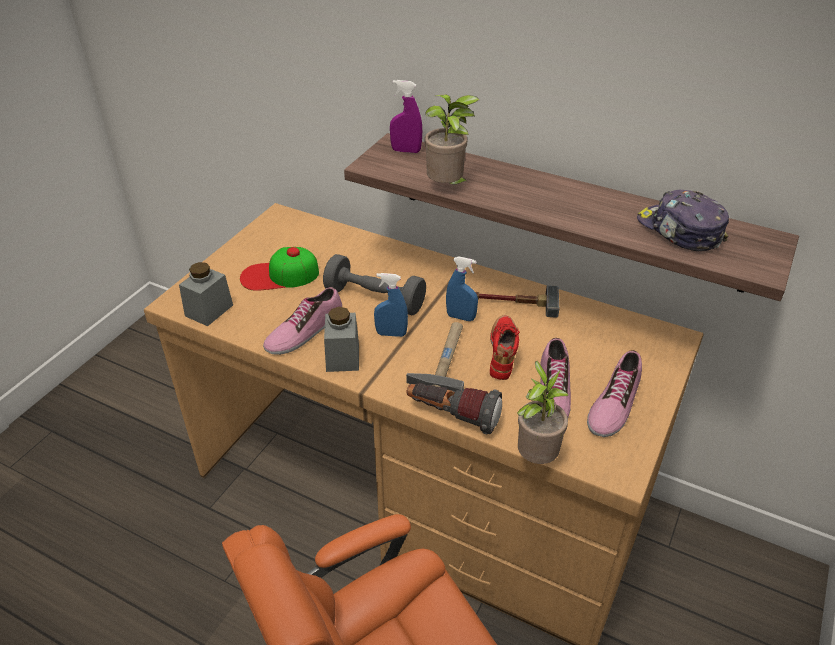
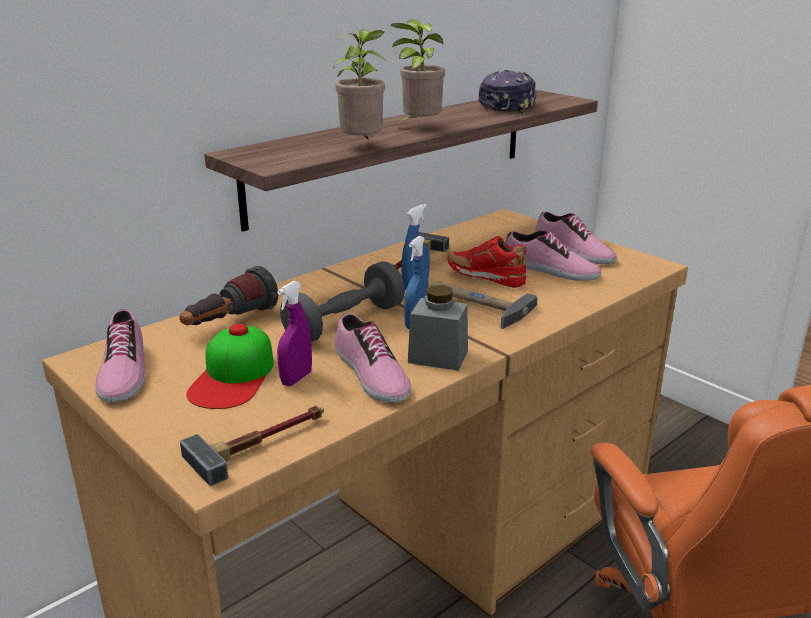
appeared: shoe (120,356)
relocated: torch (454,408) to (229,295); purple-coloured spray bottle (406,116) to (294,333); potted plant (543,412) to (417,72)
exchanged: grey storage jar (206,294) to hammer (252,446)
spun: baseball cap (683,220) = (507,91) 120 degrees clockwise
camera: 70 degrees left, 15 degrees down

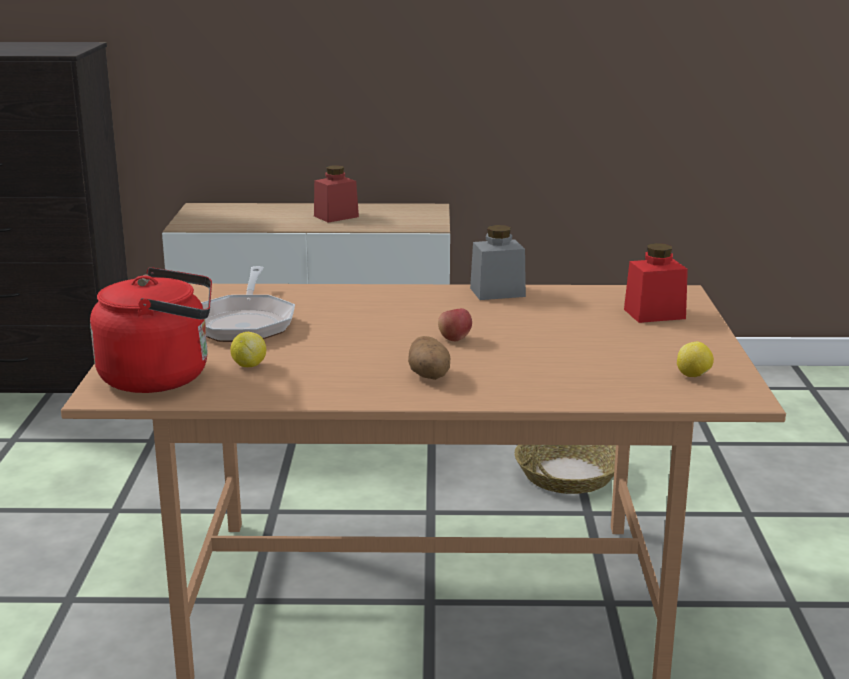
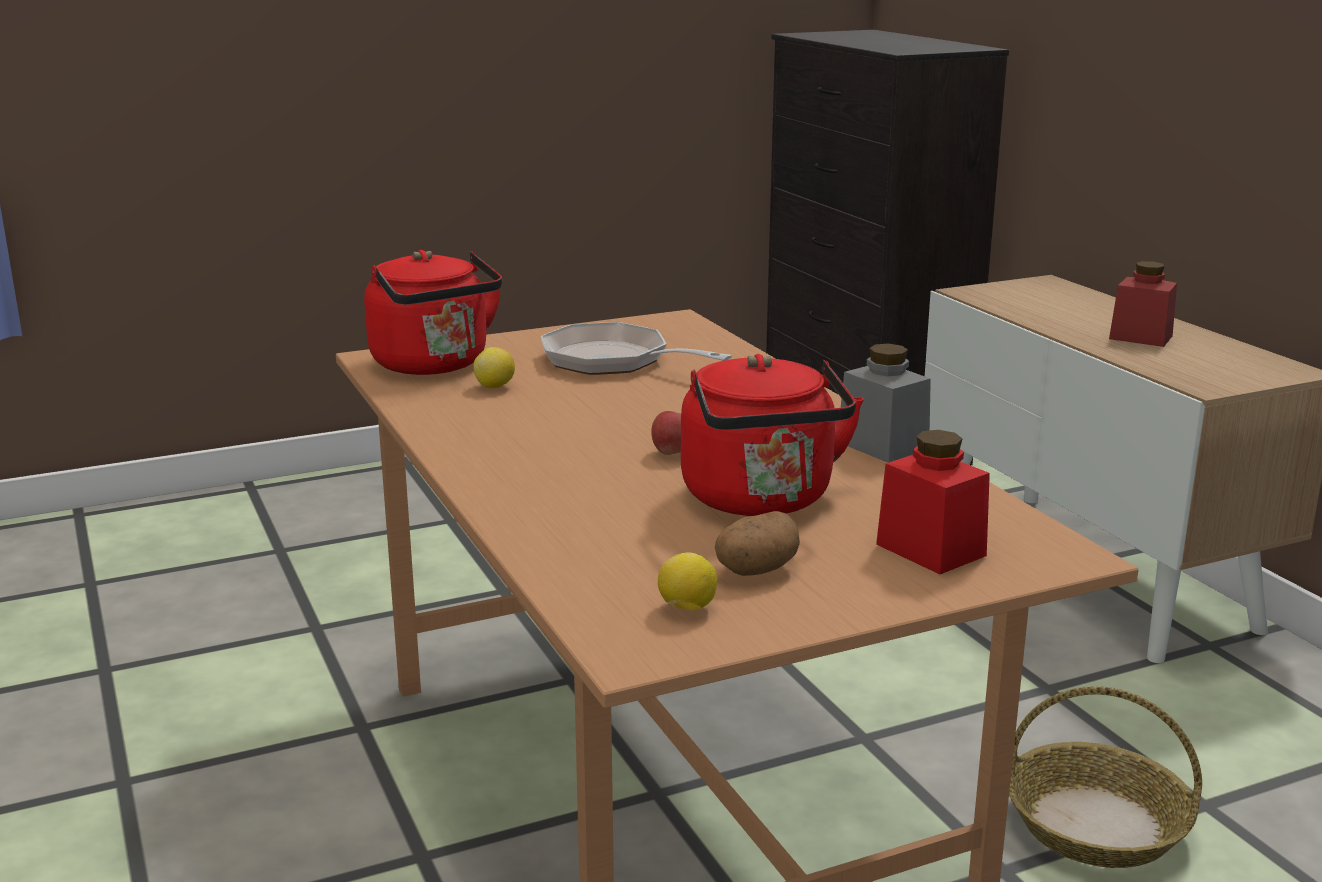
appeared: reddish kettle (772,435)
relocated: whole potato (429,358) to (757,543)
spun: frying pan (248,304) = (636,348) 60 degrees clockwise
camera: 65 degrees right, 0 degrees up

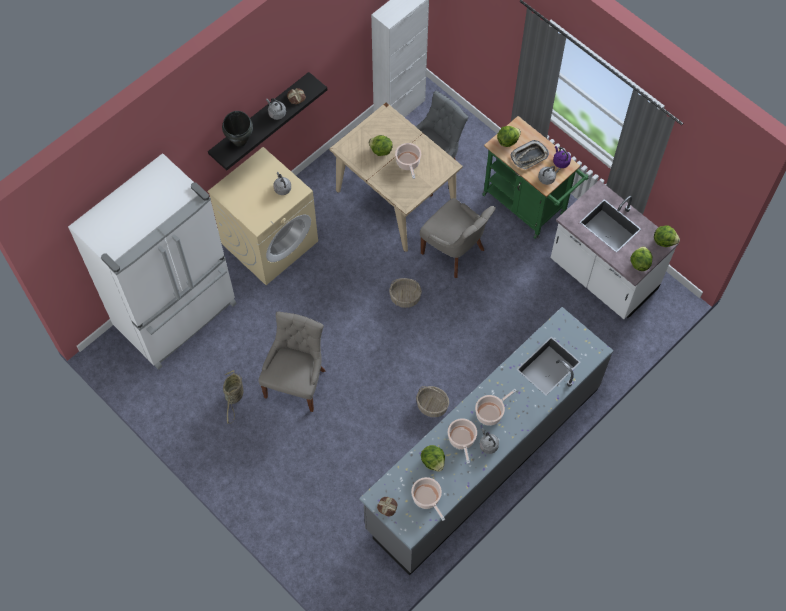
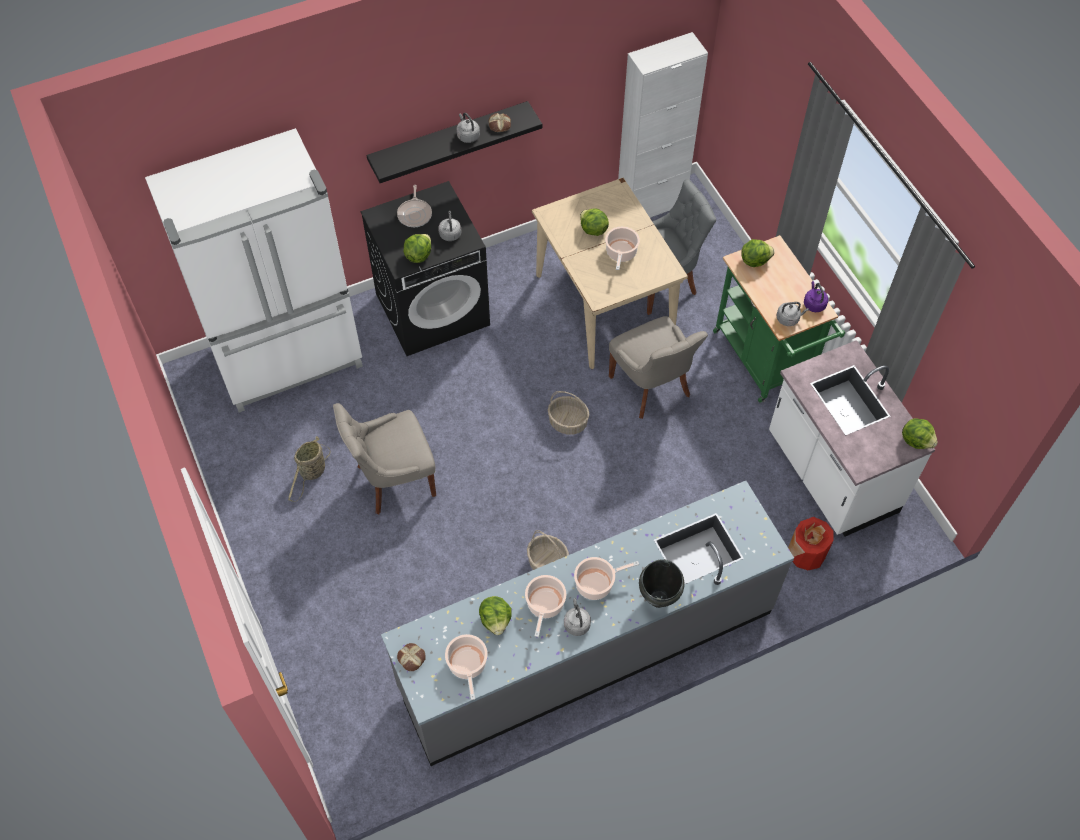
missing: tray (529,155)
appeared: frying pan (414,206); reddish flower vase (811,543)
relocated: lettuce (641,258) to (417,248); black stockpot (237,129) to (662,583)
colour: beige laundry appliance (262,216) to black laundry appliance (425,268)
spun: grey chair (291,362) = (384,458) 150 degrees counterclockwise
camera: 20 degrees right, 5 degrees down

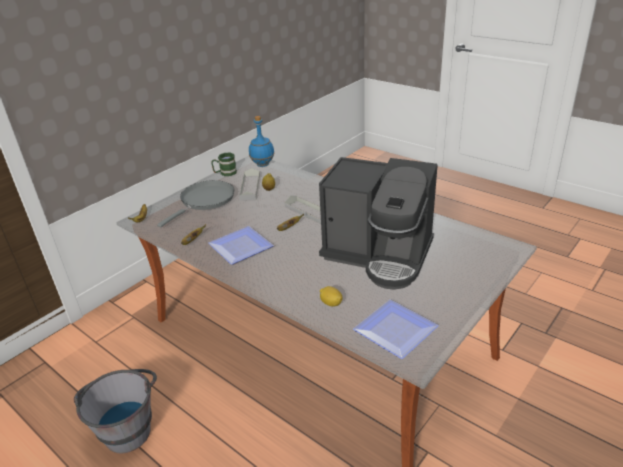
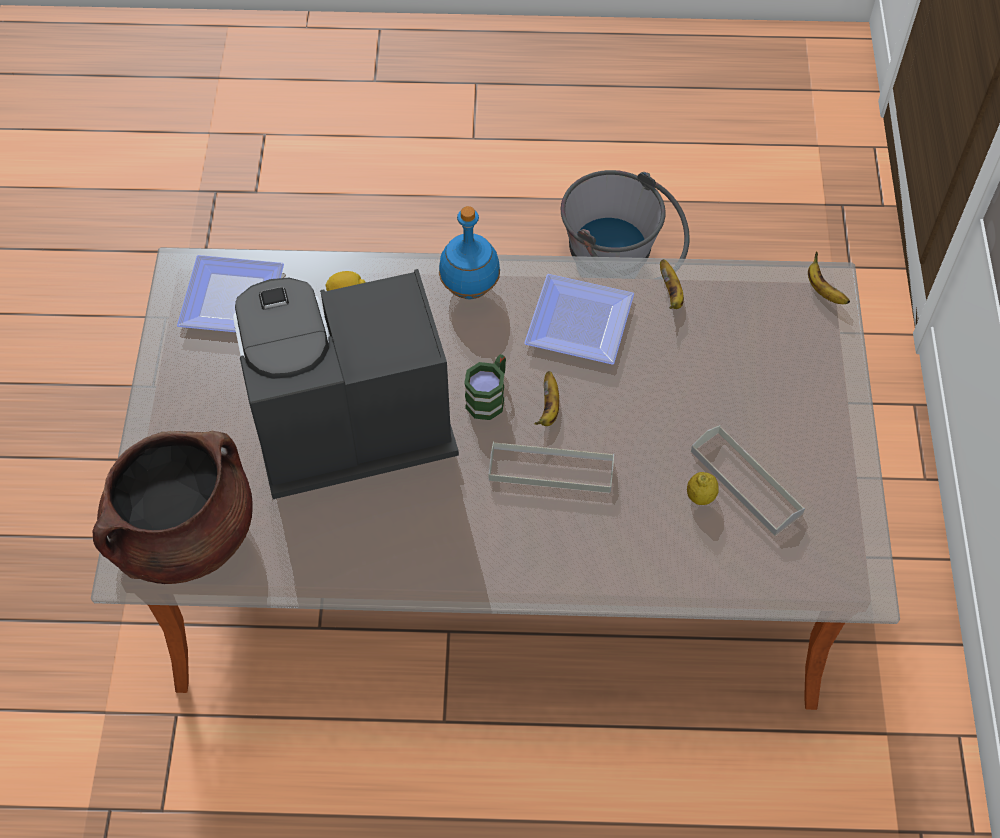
missing: grey frying pan (195,203)
appeared: brown stockpot (173,507)
relocated: bluish drink bottle (262,141) to (469,253); greenish tea mug (224,164) to (485,387)
camera: 140 degrees right, 25 degrees up

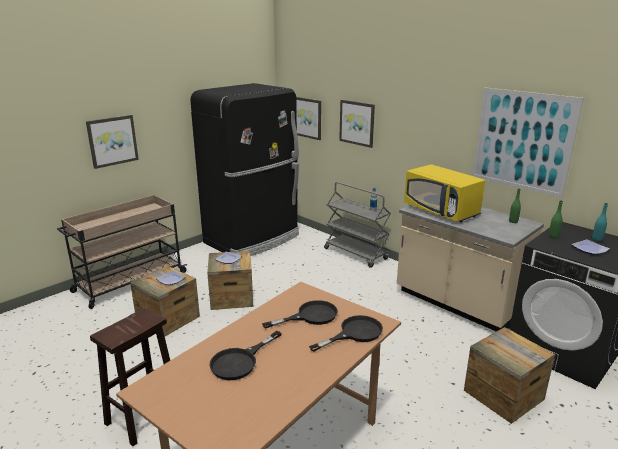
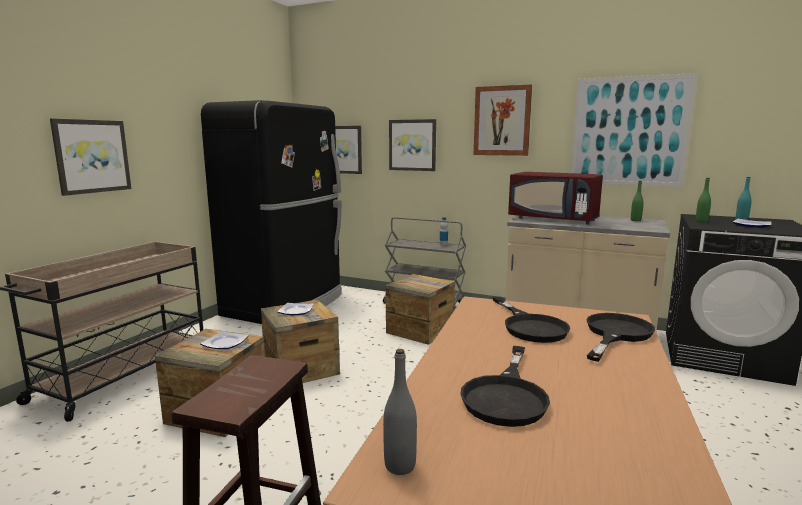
appeared: grey drink bottle (400,412); wall art (503,120)
relocated: shipping crate (509,375) to (420,309)
colour: yellowish microwave (444,193) to reddish microwave (555,198)
spun: black frying pan (300,314) = (531,320) 120 degrees clockwise
camera: 20 degrees left, 10 degrees down

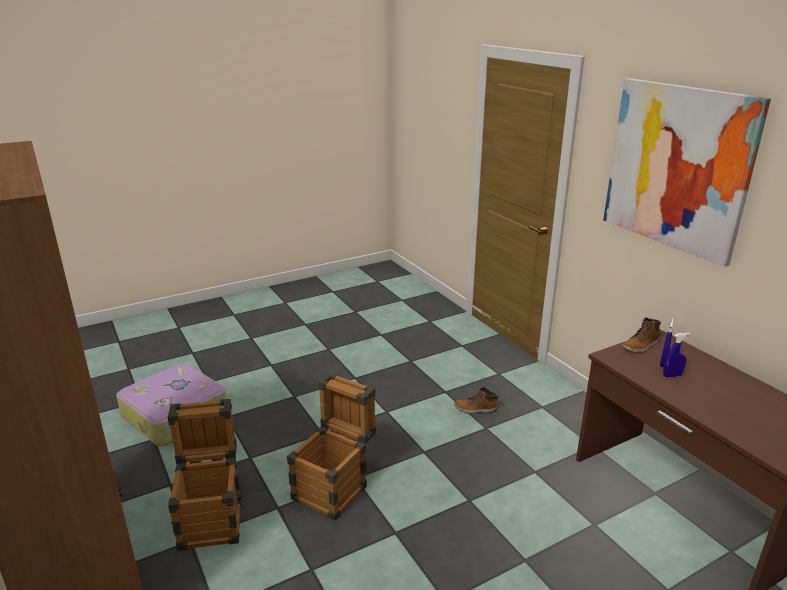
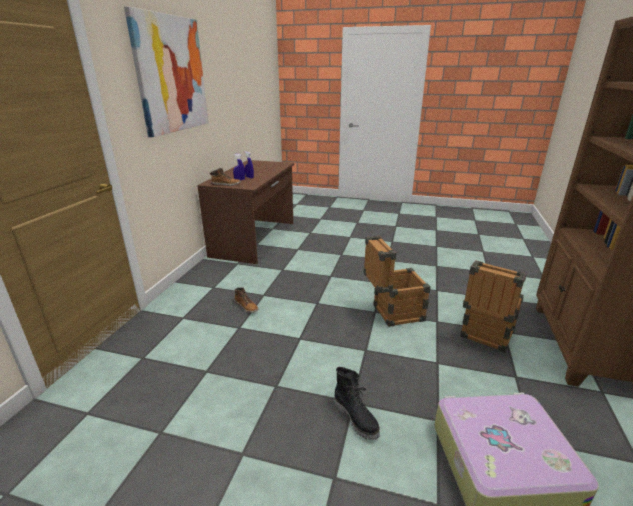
appeared: black tall boot (357,403)
camera: 135 degrees left, 0 degrees up

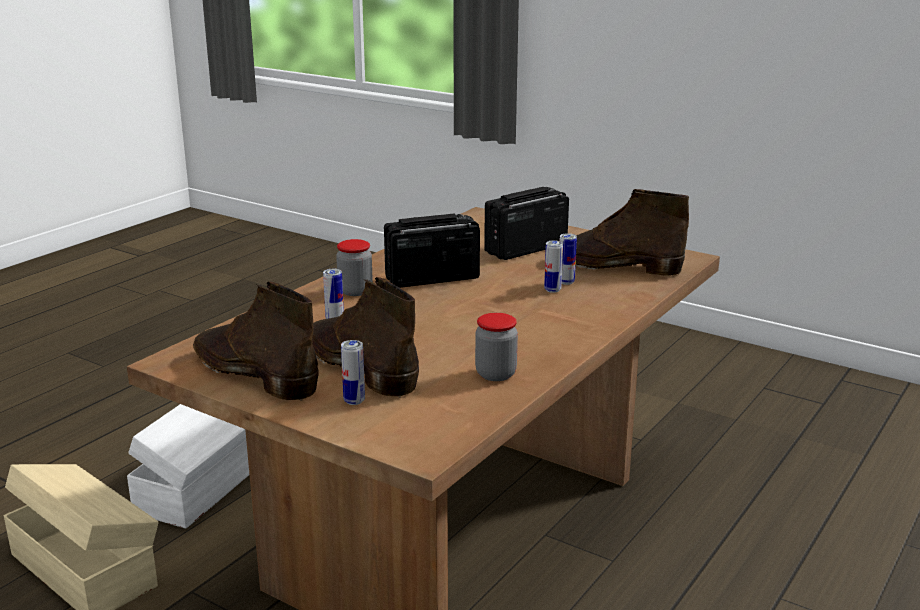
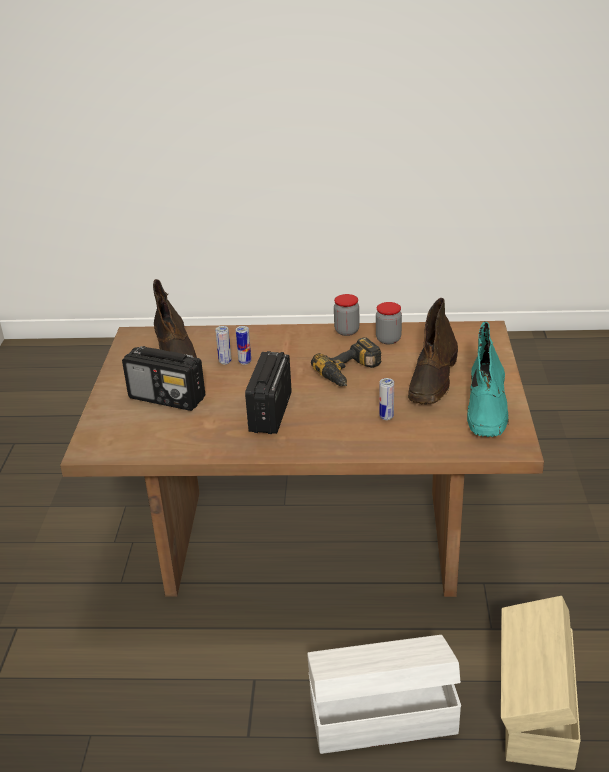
missing: metal can (353,372)
appeared: drill (346,361)
relocated: storage jar (354,267) to (346,315)
colour: brown tall boot (256,341) to turquoise-coloured tall boot (488,379)
spun: radio receiver (432,251) = (268,392) 60 degrees clockwise
camera: 120 degrees left, 10 degrees up

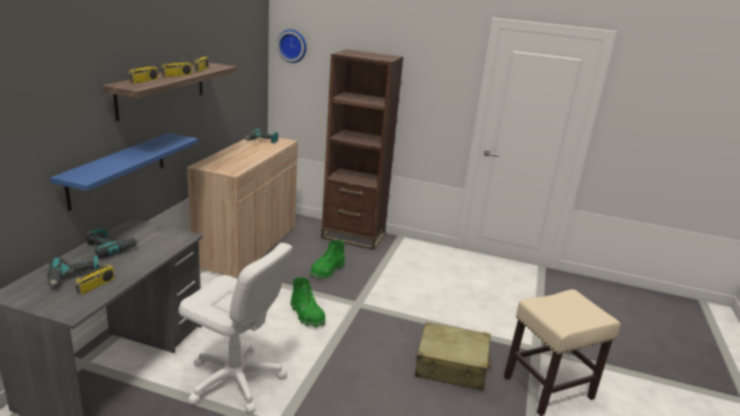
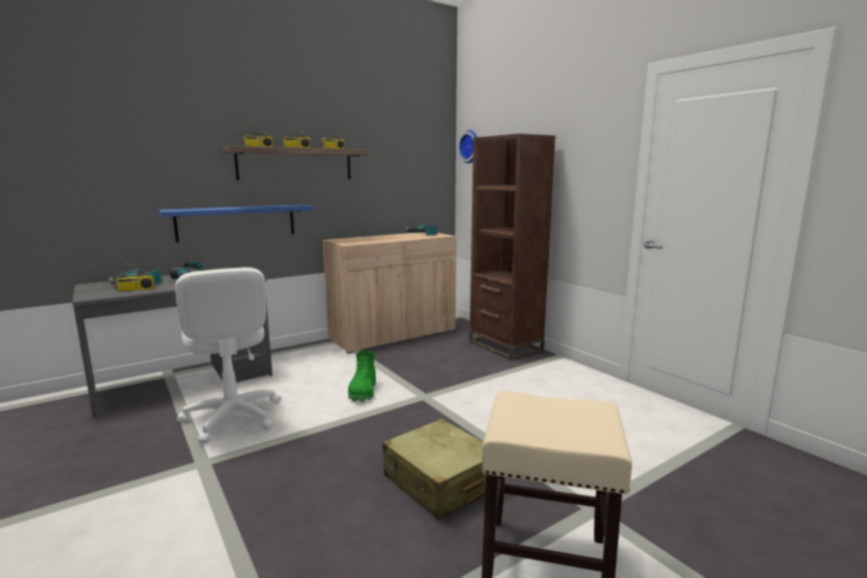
missing: greenish tall boot (327,259)
camera: 40 degrees right, 10 degrees down

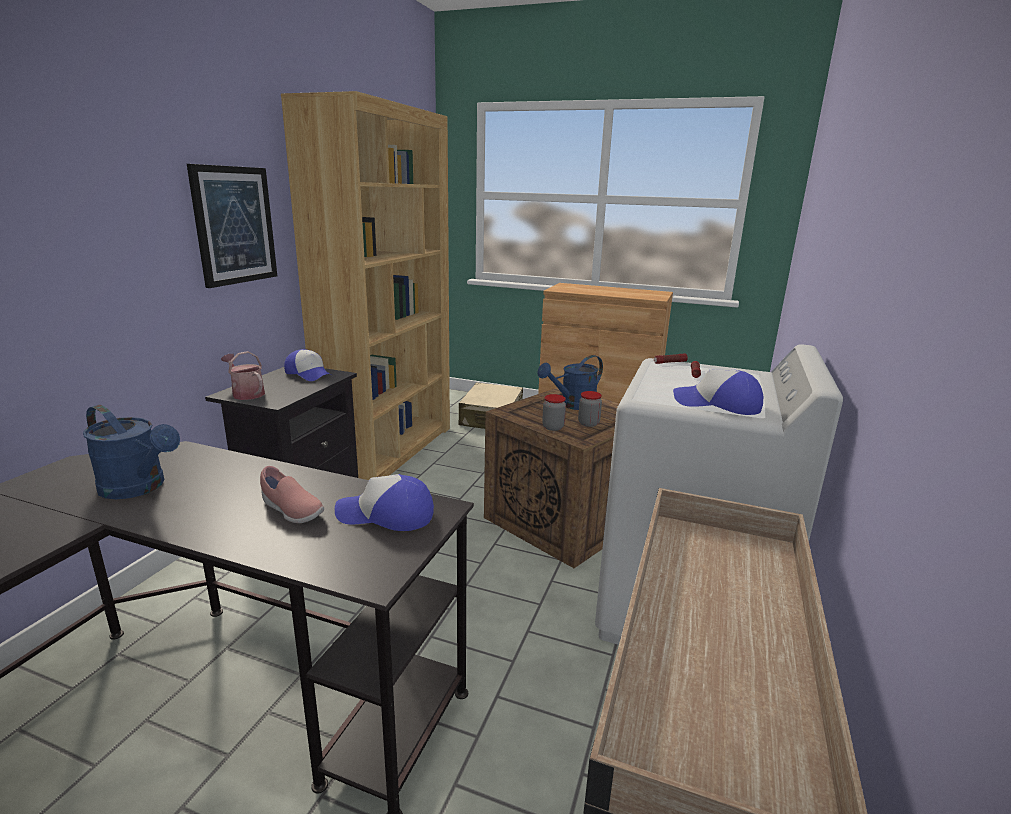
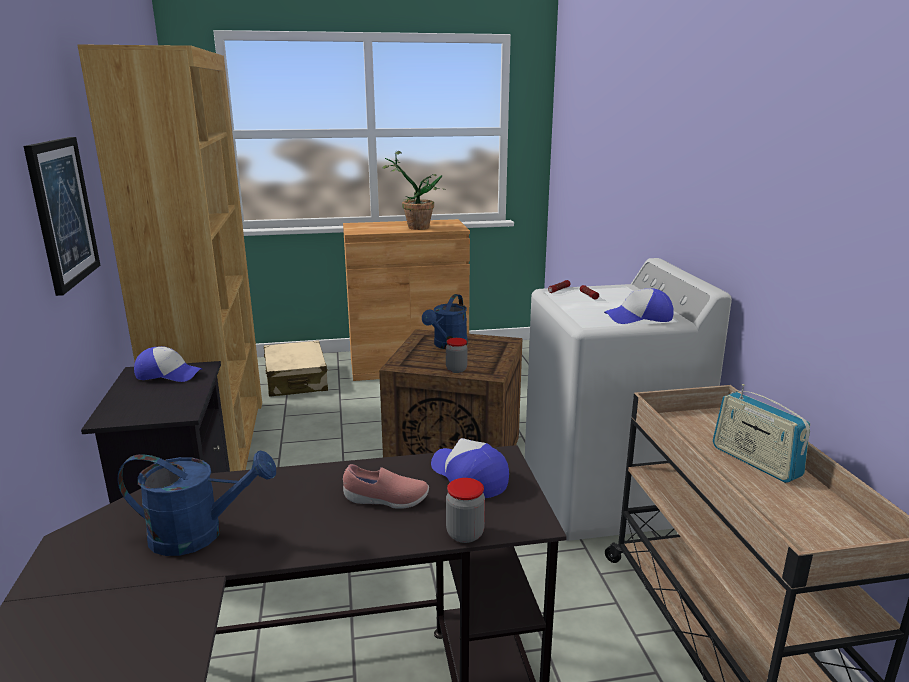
missing: watering pot (243,375)
appeared: potted plant (414,190); radio receiver (761,433)
relocated: storage jar (590,409) to (465,510)
spun: baseball cap (384,502) = (470,468) 75 degrees clockwise
camera: 30 degrees left, 0 degrees up

